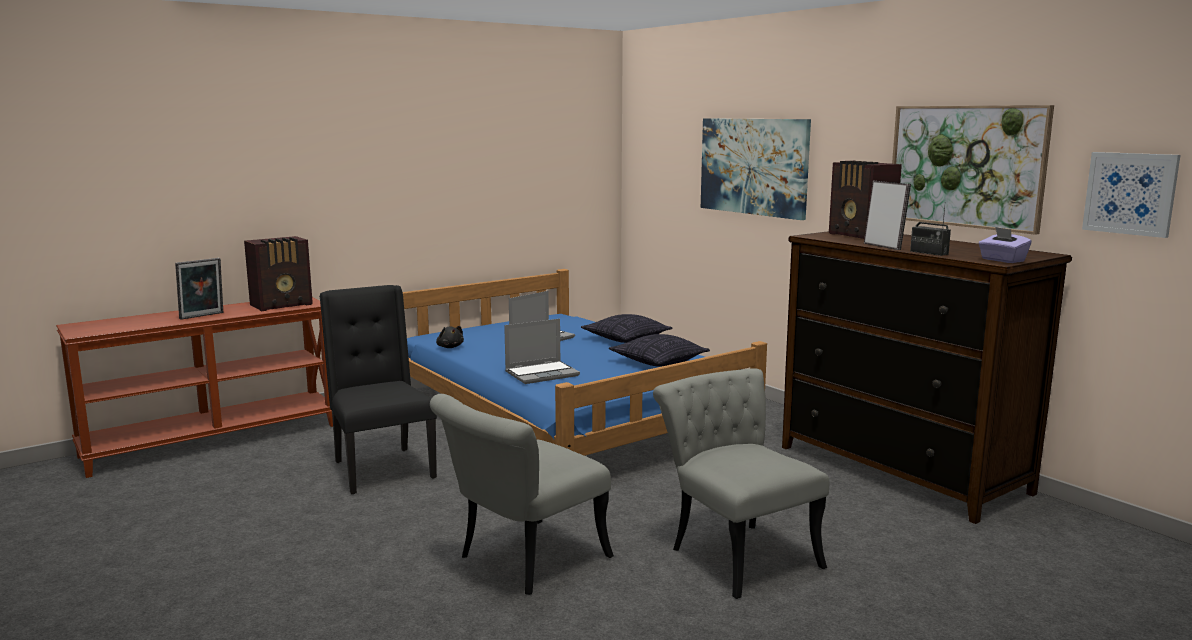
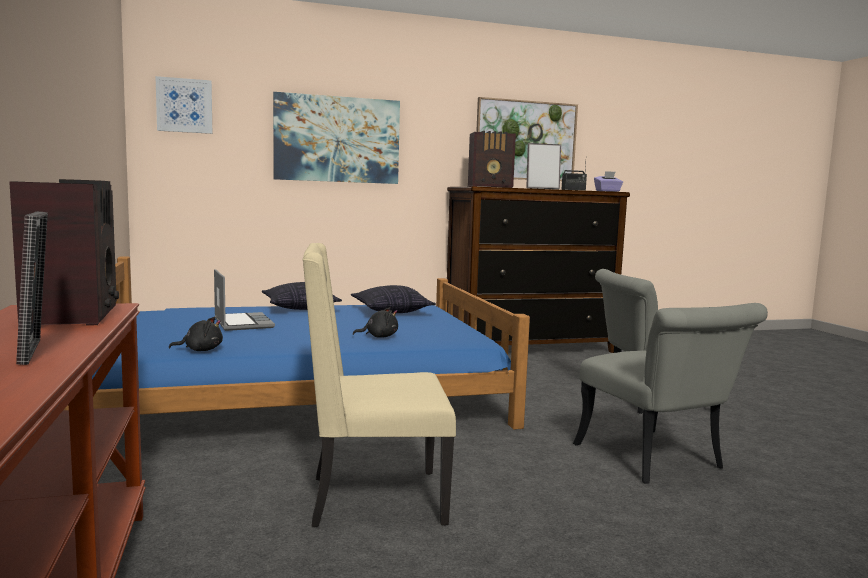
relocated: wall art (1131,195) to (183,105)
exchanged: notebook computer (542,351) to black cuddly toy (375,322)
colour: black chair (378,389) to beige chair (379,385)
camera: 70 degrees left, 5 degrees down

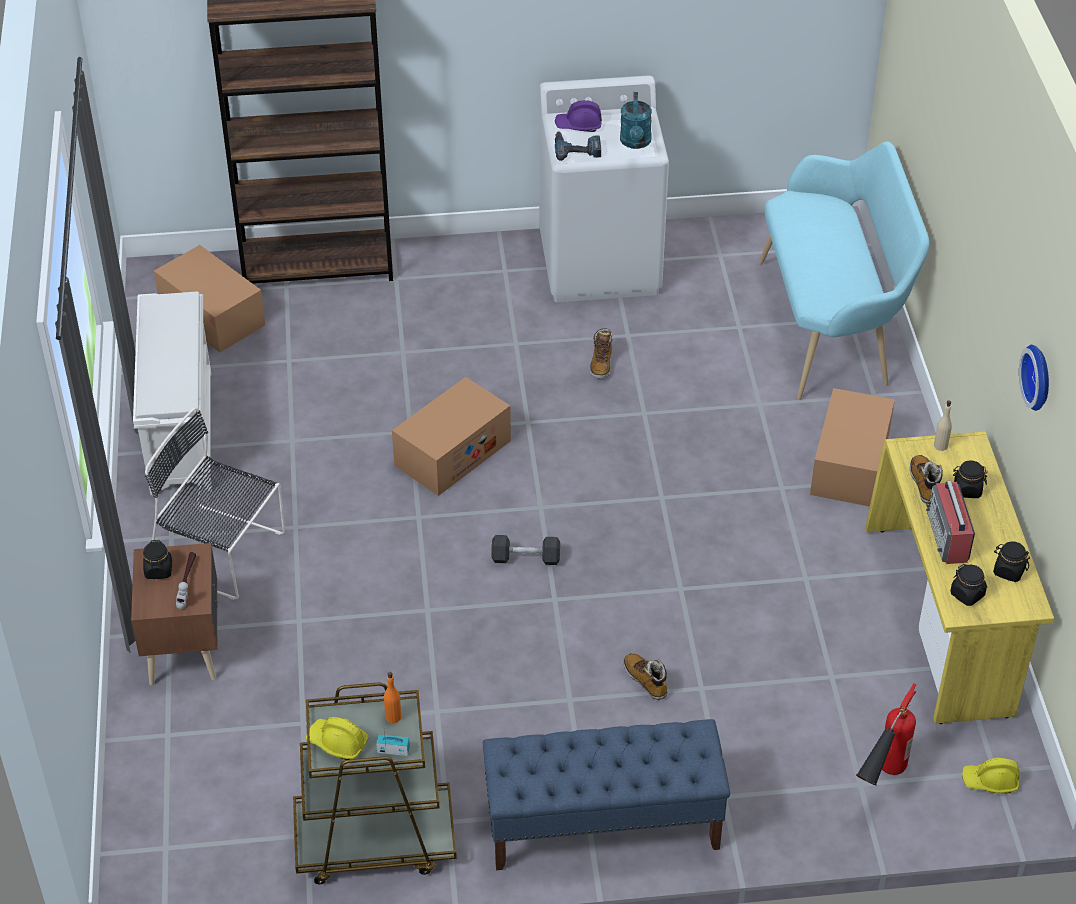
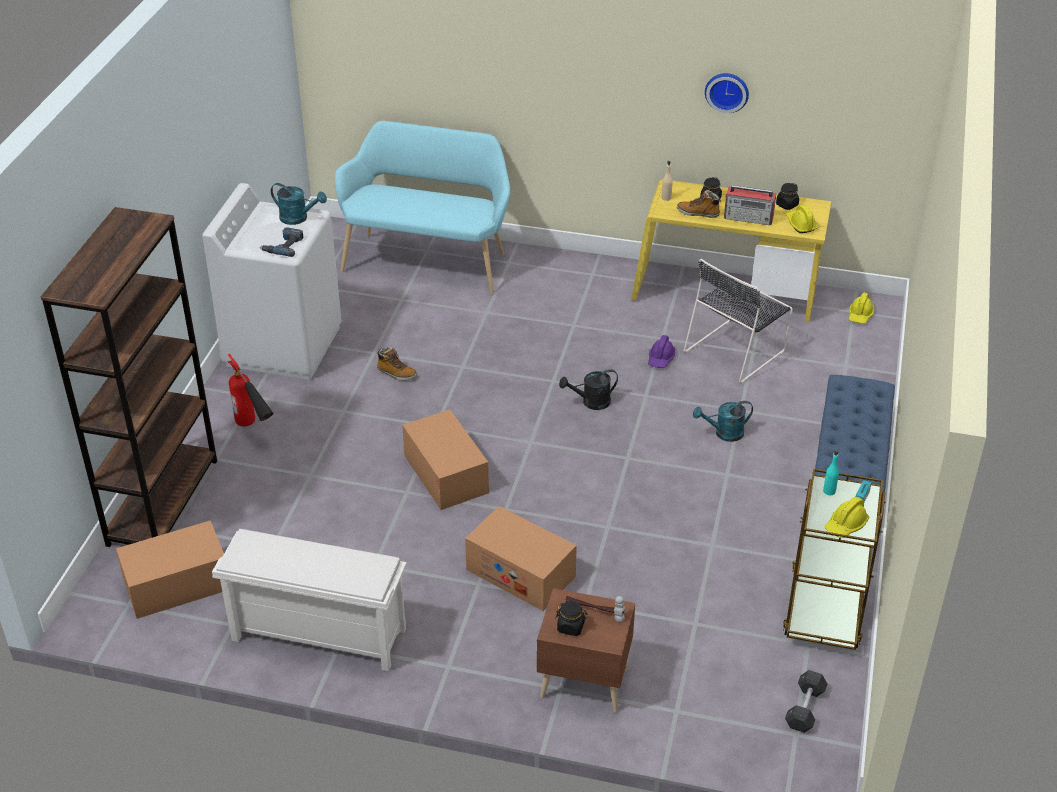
appeared: black watering pot (588,389)
relocated: extinguisher (886,734) to (251,390); cardboard box (852,447) to (521,558); purple-coloured work helmet (578,116) to (661,351); black chair (215,504) to (738,321); grey dumbbell (525,550) to (806,701)
exchanged: tall boot (645,676) to turquoise-coloured watering pot (723,421); black storage jar (968,585) to yellowish work helmet (801,219)
colour: orange-coloured drink bottle (392,697) to turquoise-coloured drink bottle (831,472)
camera: 70 degrees left, 5 degrees down

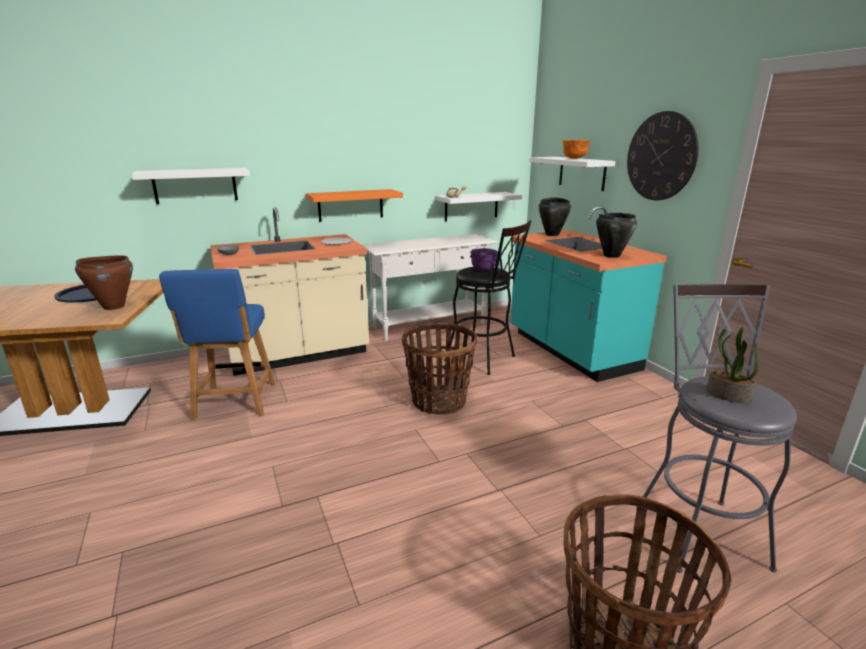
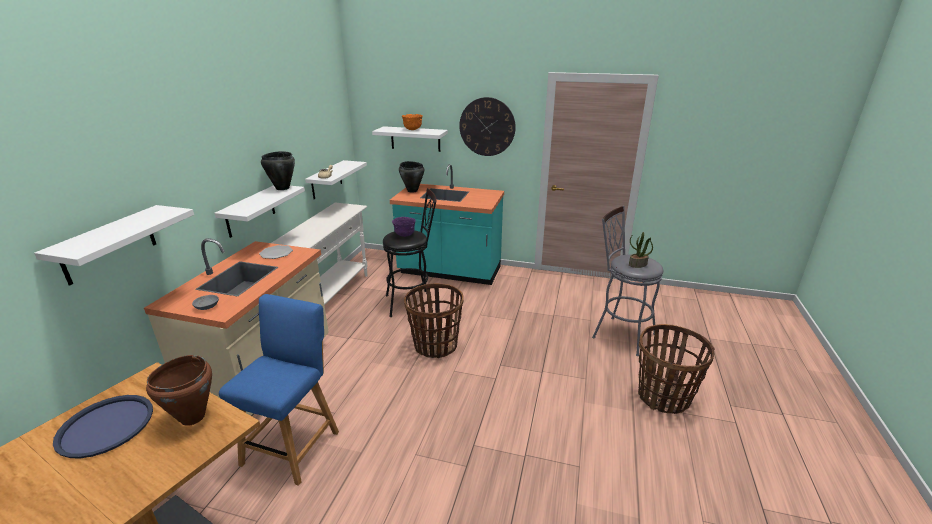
relocated: black stockpot (616,235) to (278,170)
colour: orange-coloured wall shelf (354,205) to whitish wall shelf (259,211)
spun: bluish chair (217,344) = (279,390) 105 degrees counterclockwise
camera: 50 degrees left, 5 degrees up

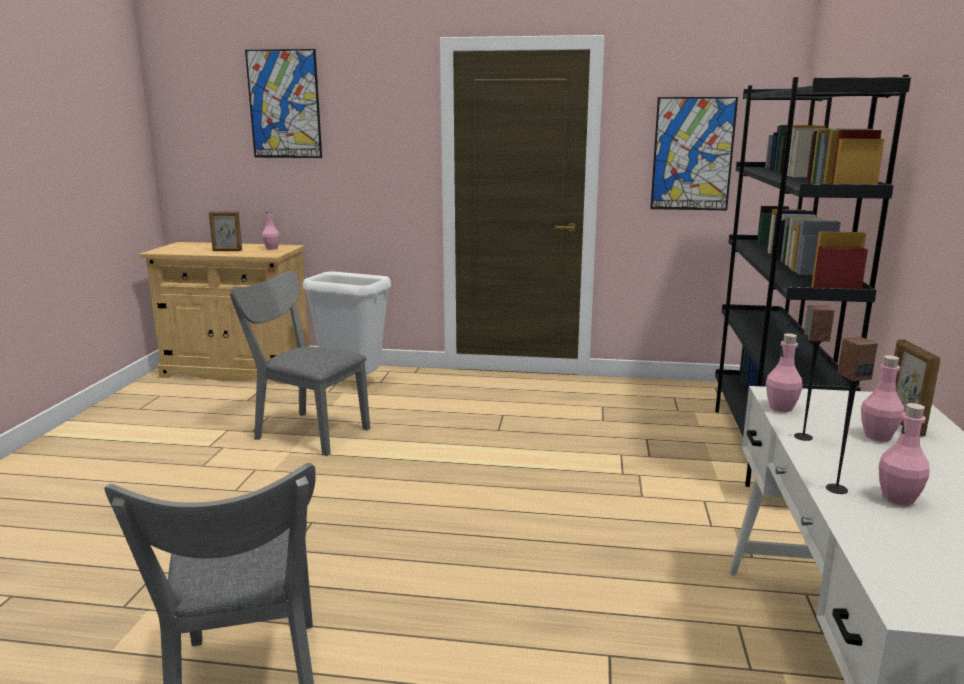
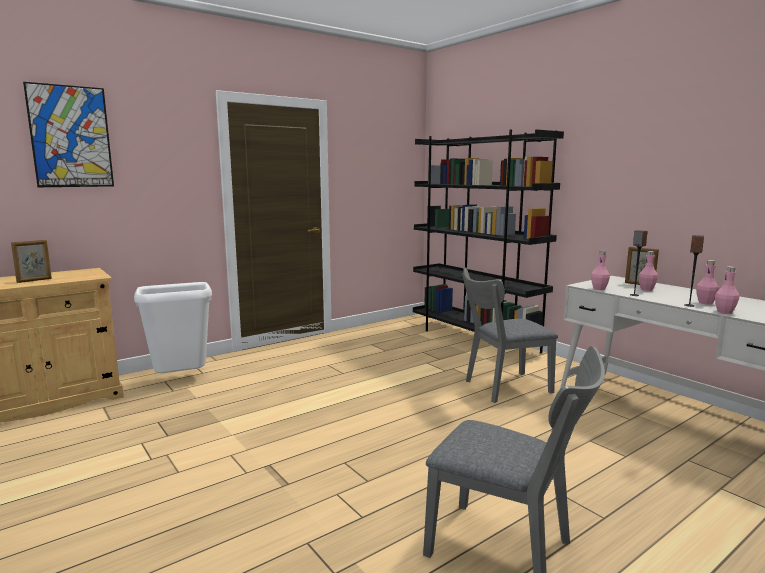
missing: wall art (694,153)
relocated: grey chair (300,363) to (510,335); pinkish drink bottle (271,230) to (727,290)
camera: 45 degrees left, 5 degrees down

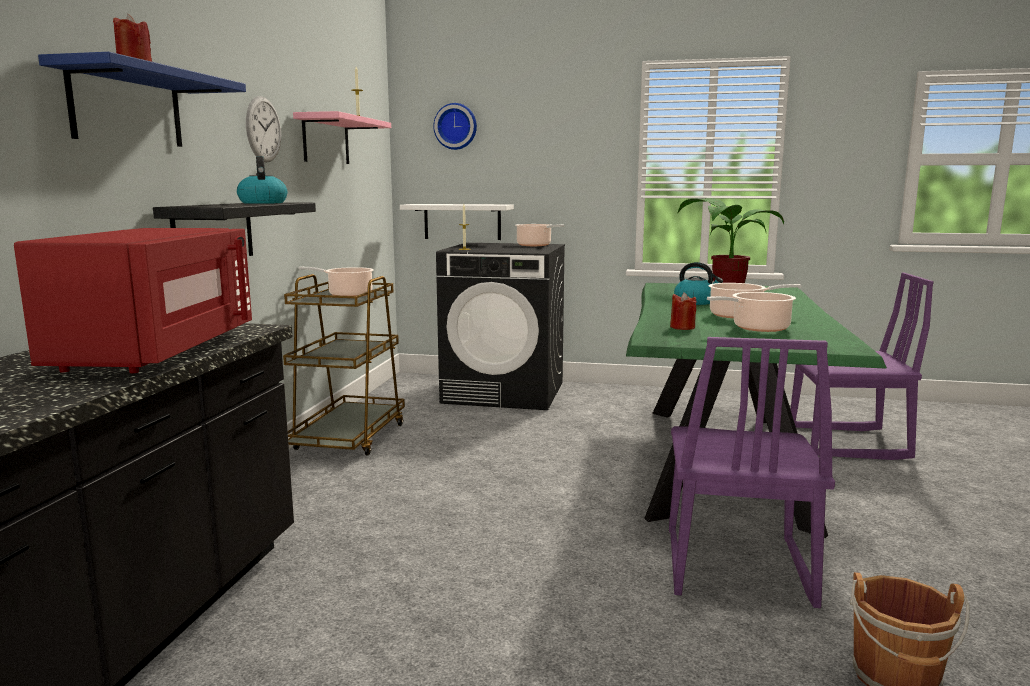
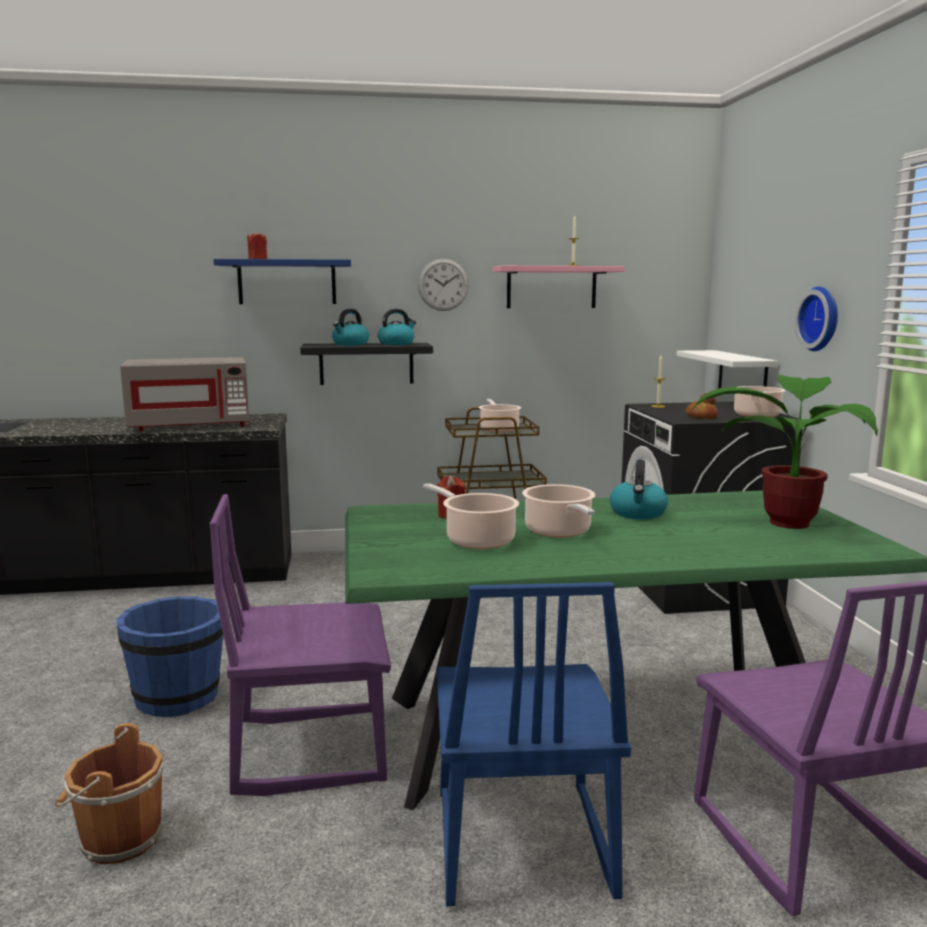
appeared: bluish bucket (170,657); kettle (350,327); bluish chair (533,744); bread (702,406)
relocated: wall clock (455,126) to (816,319)
colour: reddish microwave (133,300) to grey microwave (184,394)
camera: 70 degrees right, 0 degrees up

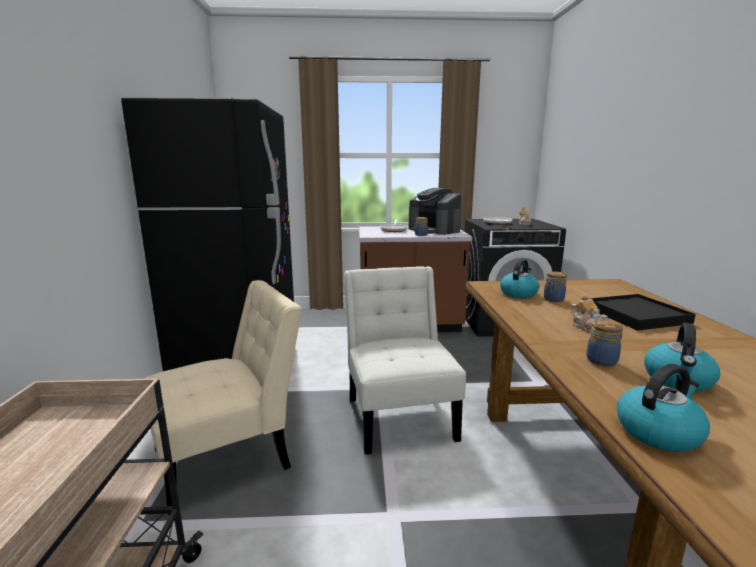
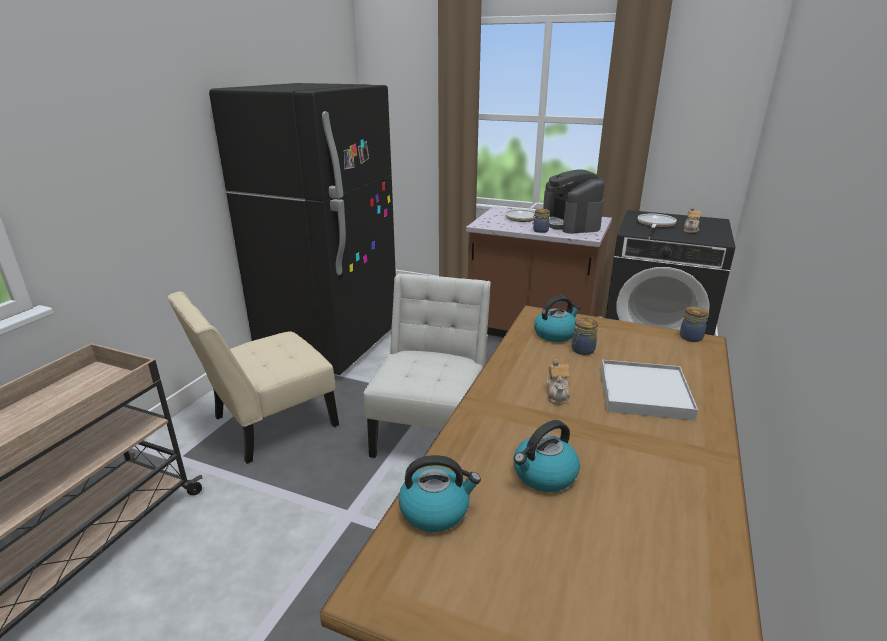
relocated: storage jar (605,343) to (694,324)
colour: black tray (642,312) to whitish tray (649,390)
spun: beige chair (223,397) = (253,377) 150 degrees clockwise
camera: 25 degrees right, 10 degrees up

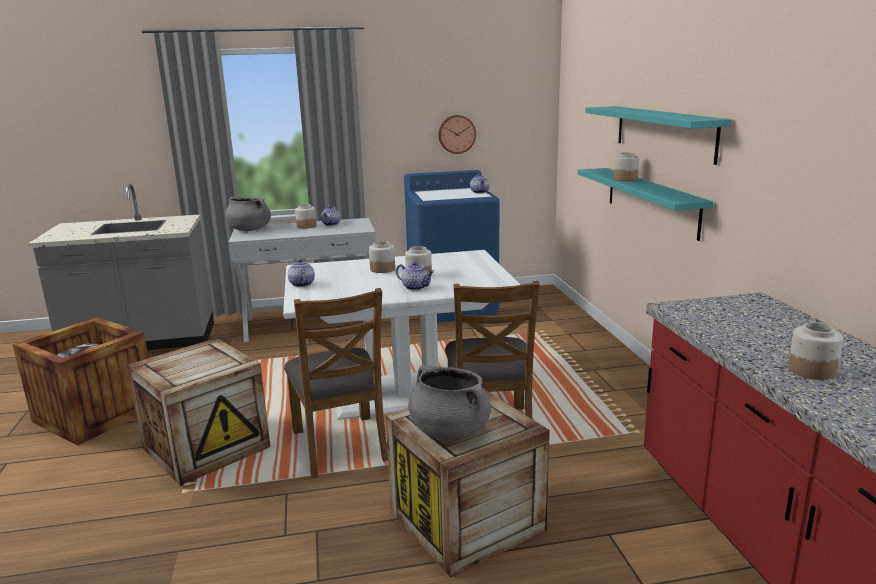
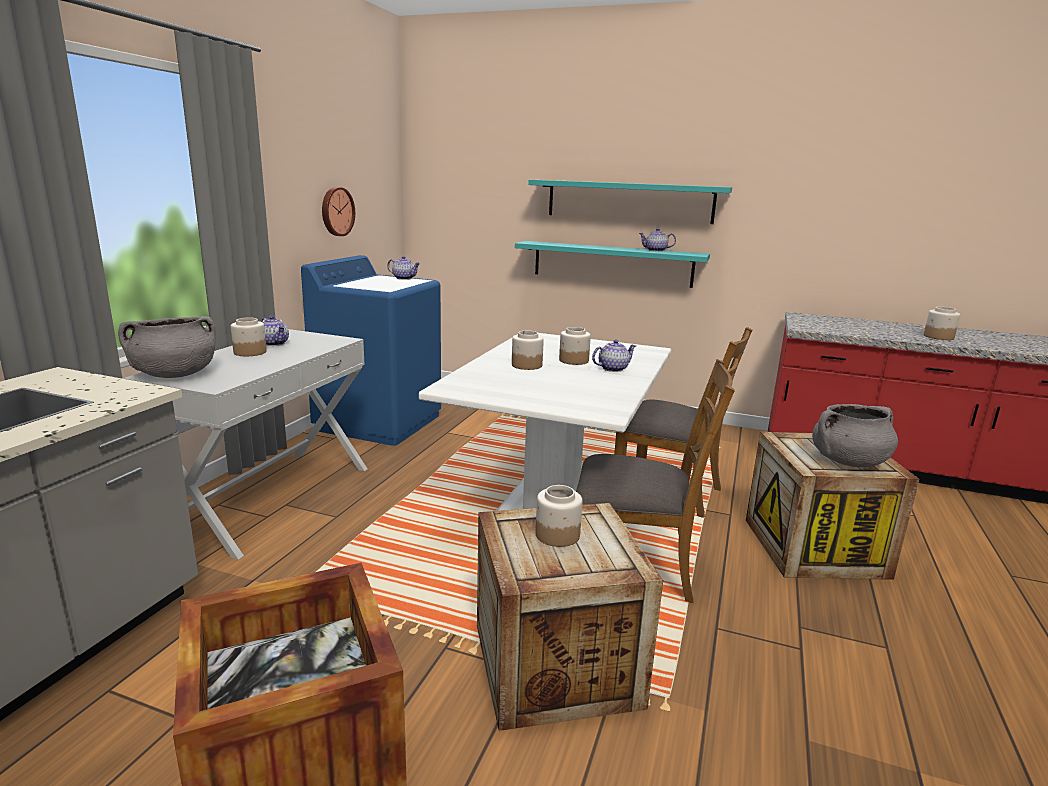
relocated: storage jar (626,166) to (559,516); teapot (301,273) to (657,240)
camera: 60 degrees left, 0 degrees up

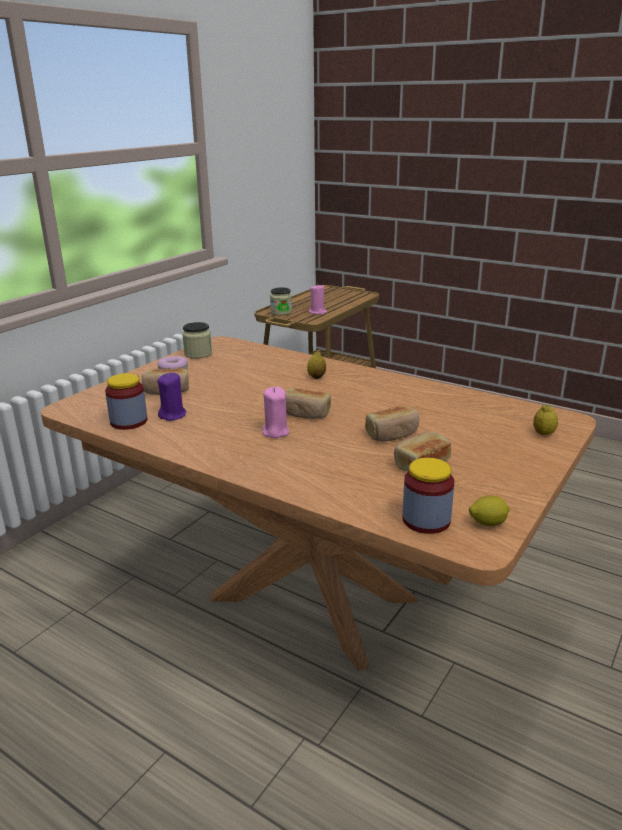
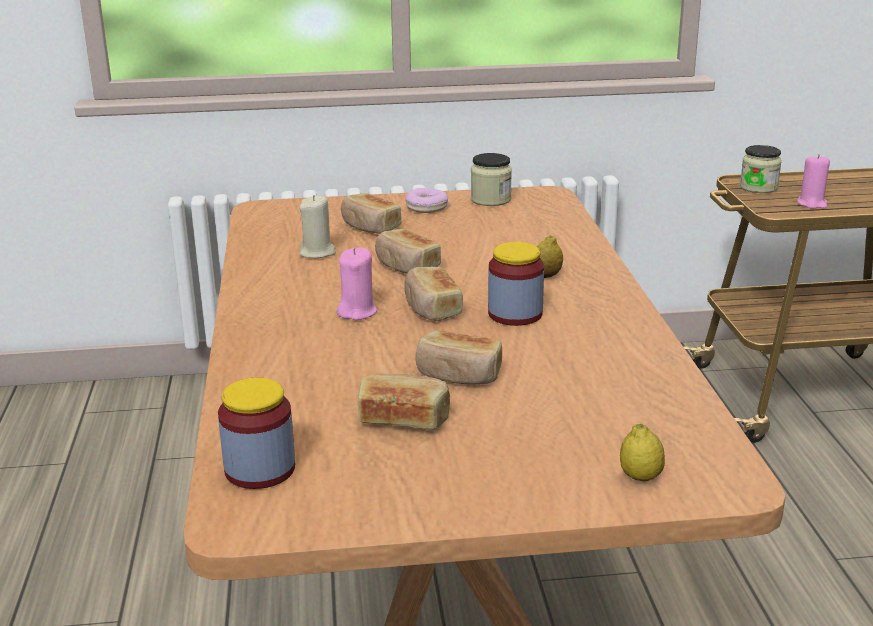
missing: whole lemon (489,510)
appeared: bread (408,251)
relocated: storage jar (126,401) to (516,284)
colour: purple-coloured candle (172,397) to beige candle (317,226)
camera: 50 degrees right, 0 degrees up

